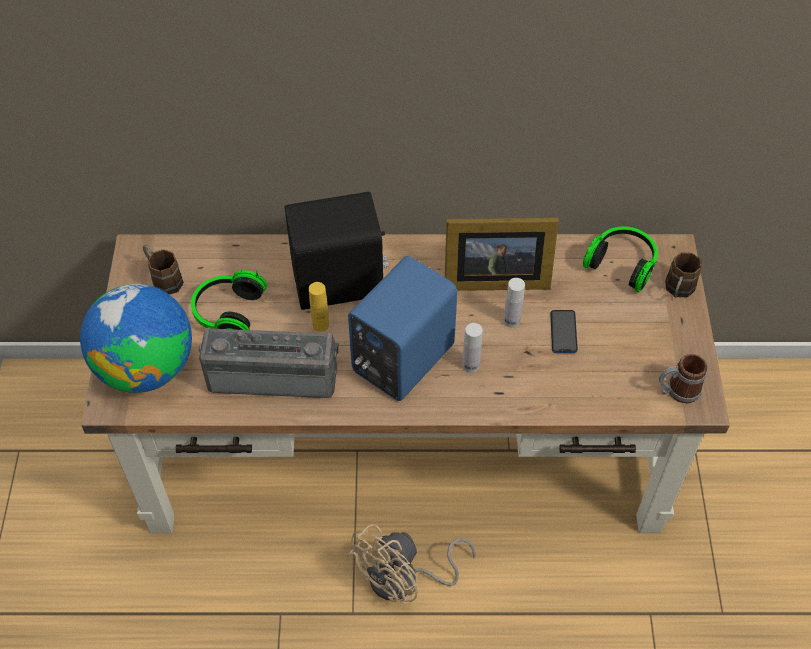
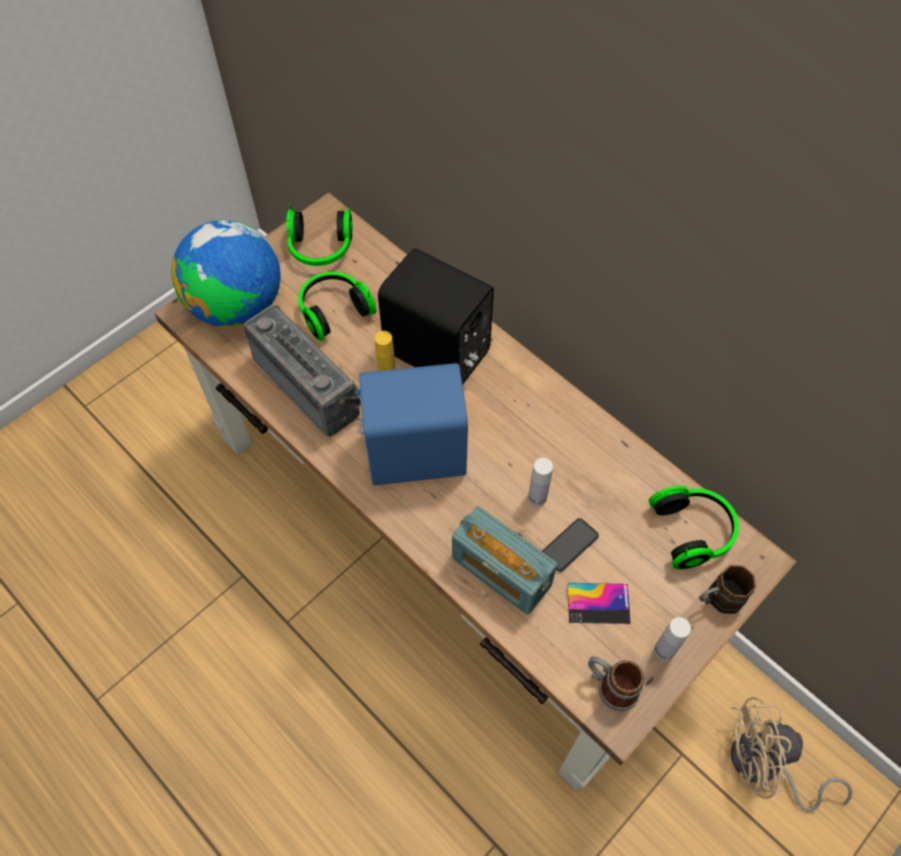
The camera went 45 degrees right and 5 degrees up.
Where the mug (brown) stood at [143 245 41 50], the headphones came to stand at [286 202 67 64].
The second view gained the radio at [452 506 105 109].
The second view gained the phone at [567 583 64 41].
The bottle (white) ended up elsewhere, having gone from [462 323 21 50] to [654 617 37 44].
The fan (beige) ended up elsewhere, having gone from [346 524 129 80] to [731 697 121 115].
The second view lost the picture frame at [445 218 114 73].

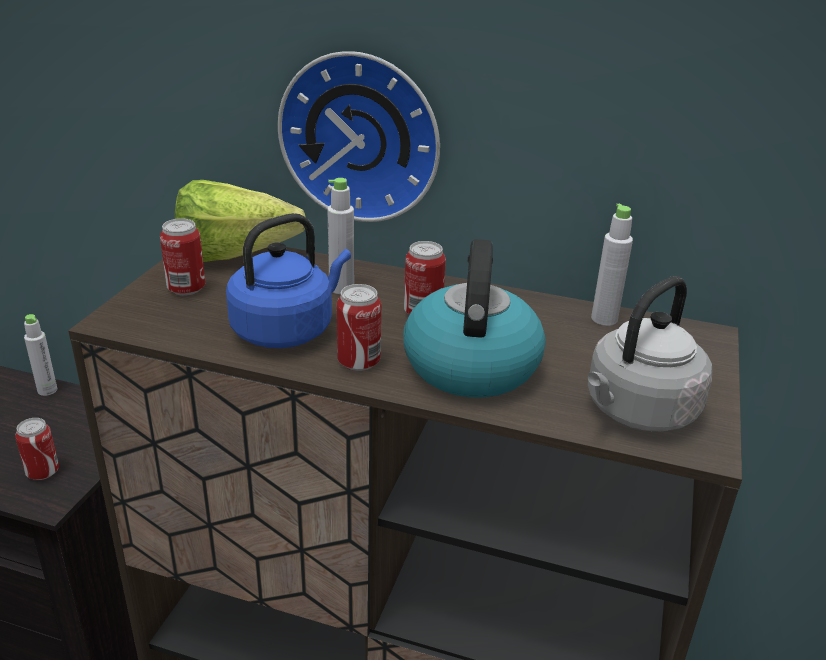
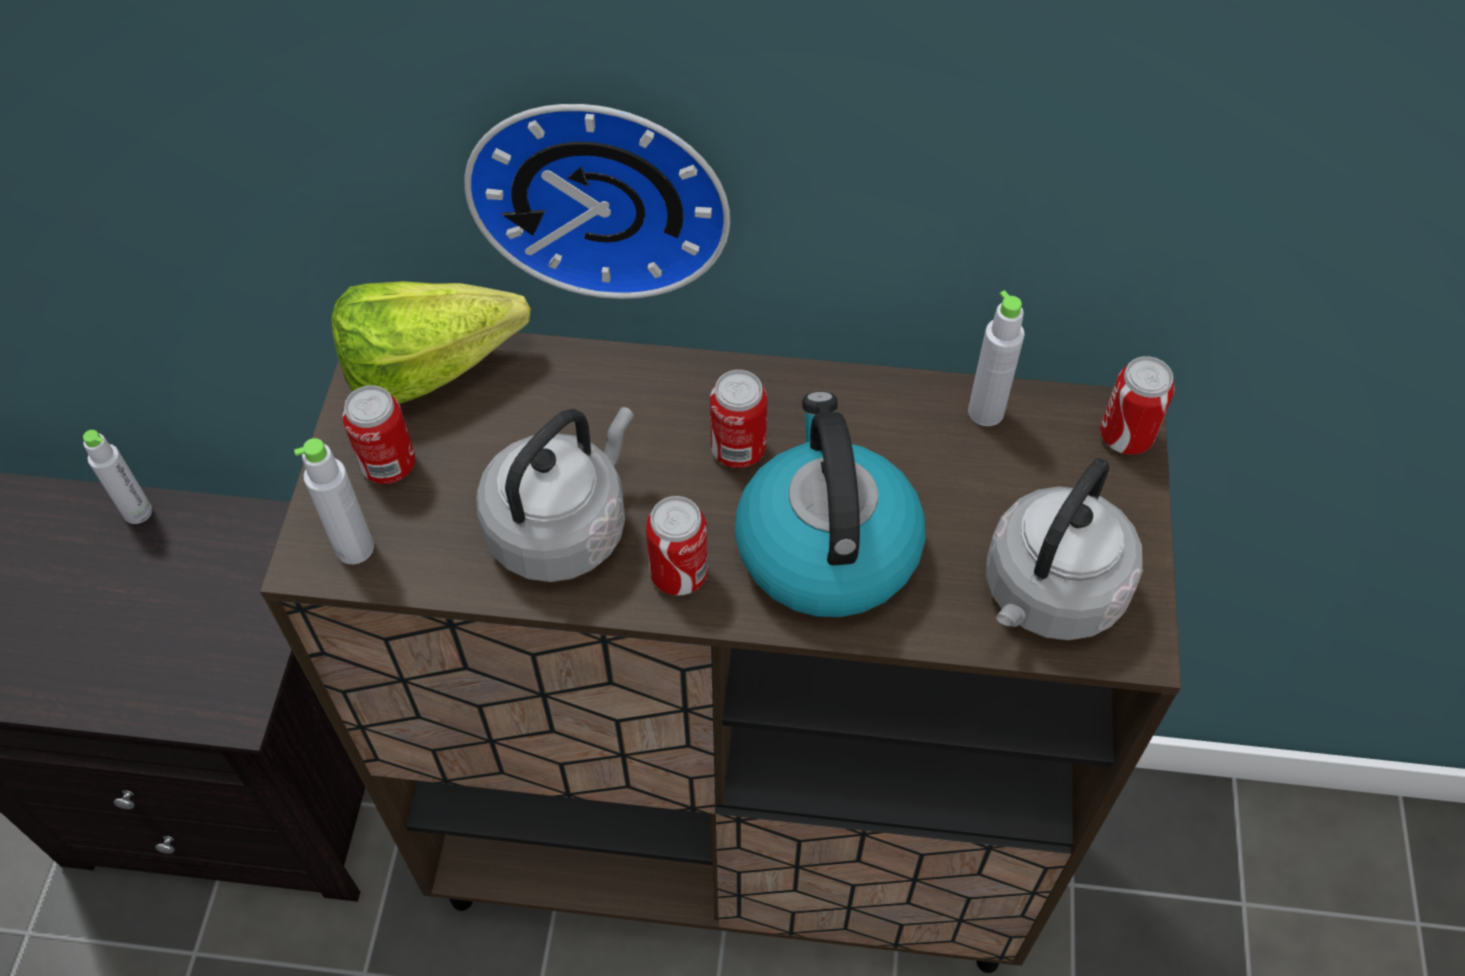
The camera went 10 degrees left and 25 degrees up.
The bottle (grey) ended up elsewhere, having gone from [327 178 27 116] to [294 438 80 127].
What was the kettle (blue) at [226 213 125 135] turned into the kettle (grey) at [476 407 158 175].
The can ended up elsewhere, having gone from [15 418 44 62] to [1100 356 75 99].

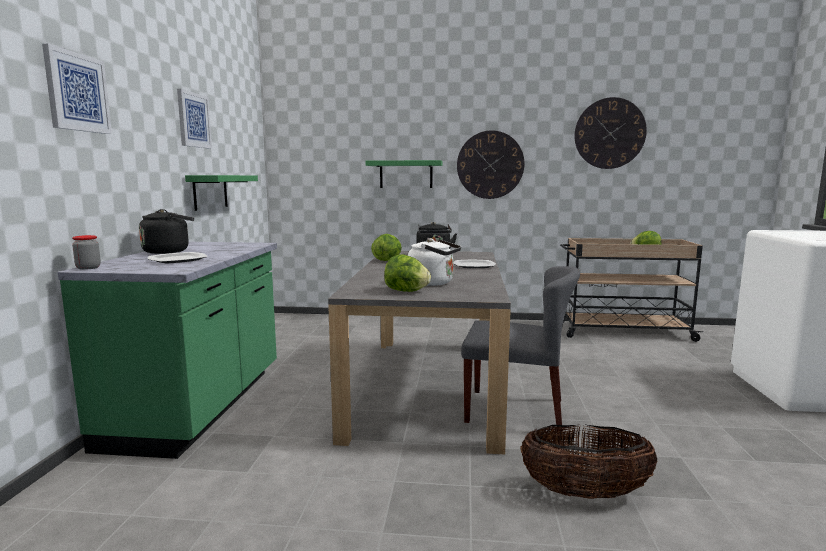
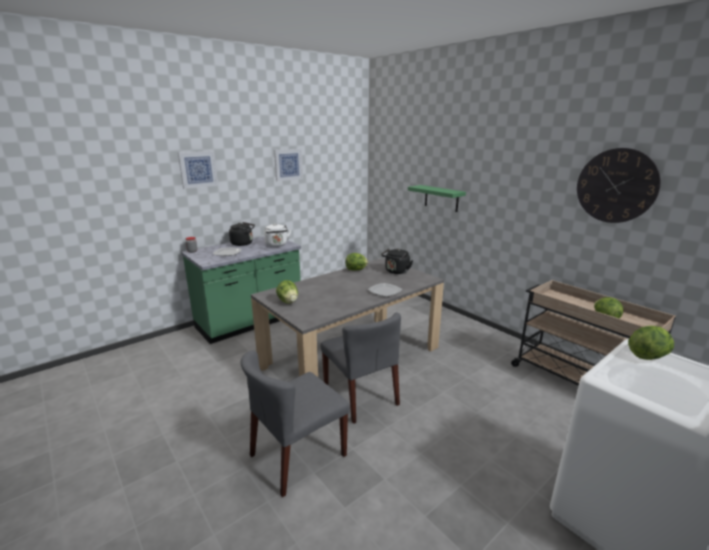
The camera went 45 degrees right and 10 degrees up.
Where the basket stood at [521 425 137 74], the chair (grey) came to stand at [241 351 109 147].
The kettle (white) ended up elsewhere, having gone from [408 239 53 47] to [264 224 27 23].
The second view gained the lettuce at [628 326 46 34].
The second view lost the shelf (green) at [185 175 73 36].
The second view lost the wall clock at [457 130 67 69].

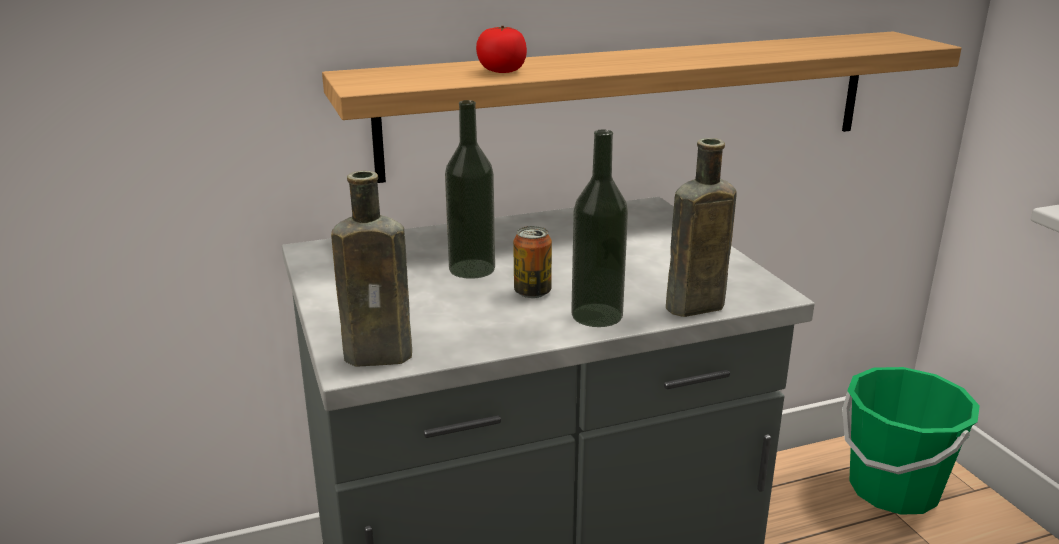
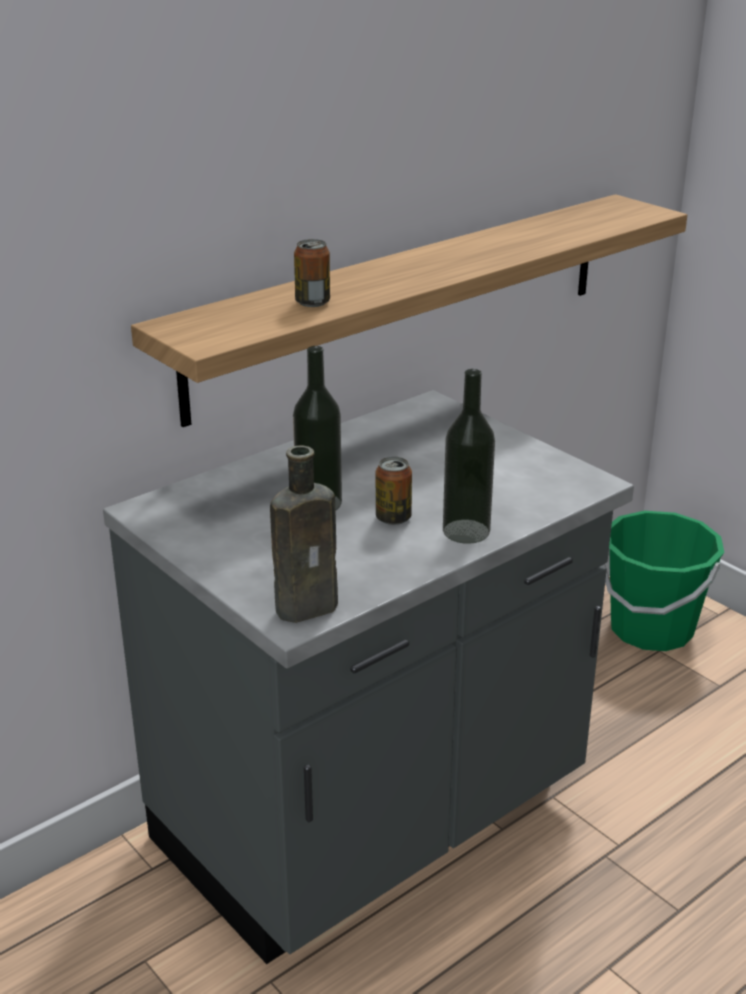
The camera went 20 degrees left and 5 degrees up.
Where the tomato stood at [476 26 51 47], the can came to stand at [294 239 36 68].
The second view lost the bottle (brown) at [666 138 71 179].

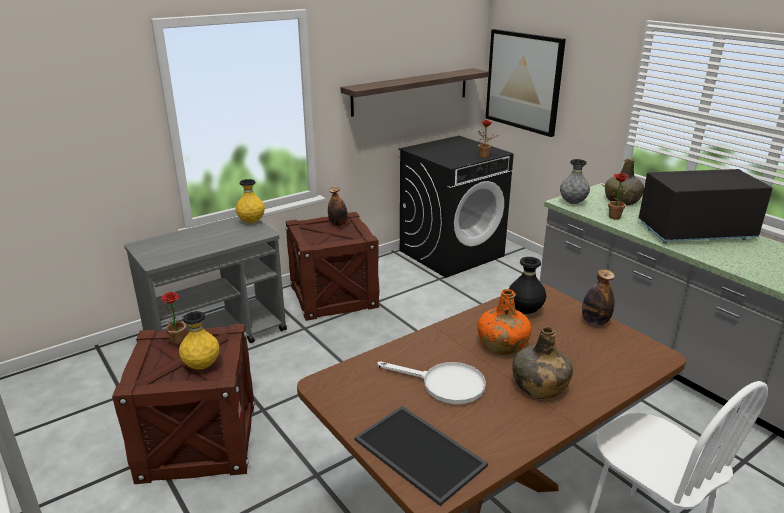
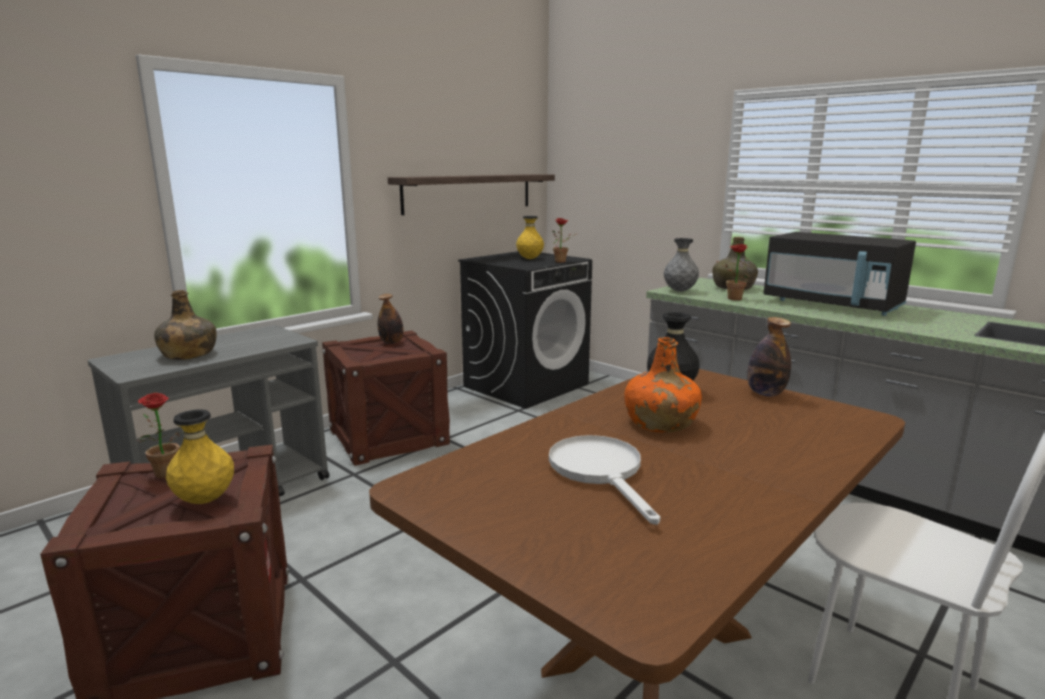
The camera went 10 degrees left and 10 degrees down.
The bottle (green) ended up elsewhere, having gone from [513 326 60 73] to [154 290 63 70].
The vase (yellow) ended up elsewhere, having gone from [236 179 29 44] to [516 216 28 43].
The frying pan (white) at [377 362 109 42] ended up facing another way, 120 degrees counterclockwise from before.
The microwave (black) at [639 169 134 75] ended up facing another way, 120 degrees counterclockwise from before.
The second view lost the tray at [354 406 134 100].
The second view lost the picture at [486 29 80 108].

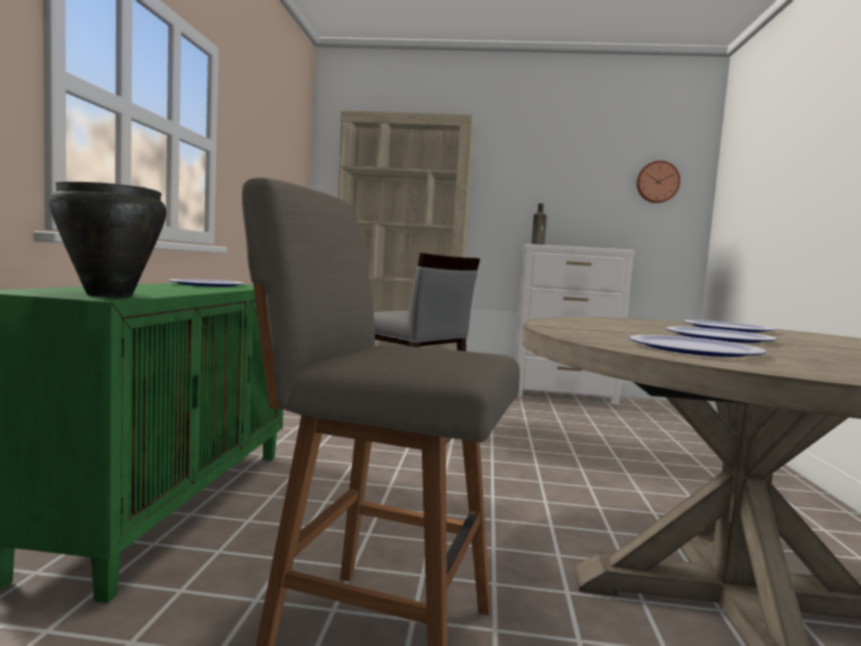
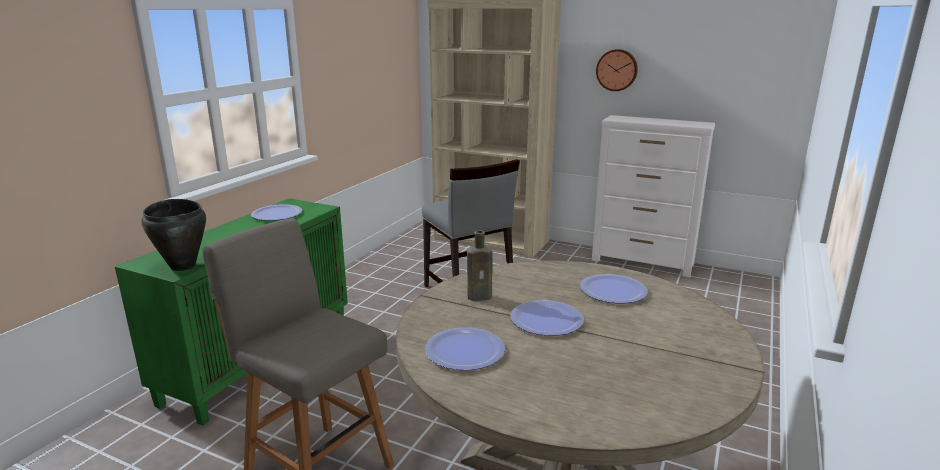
The camera went 20 degrees right and 15 degrees up.
The bottle (brown) ended up elsewhere, having gone from [532 203 15 42] to [467 230 26 71].
The wall clock ended up elsewhere, having gone from [636 161 44 42] to [596 49 42 42].

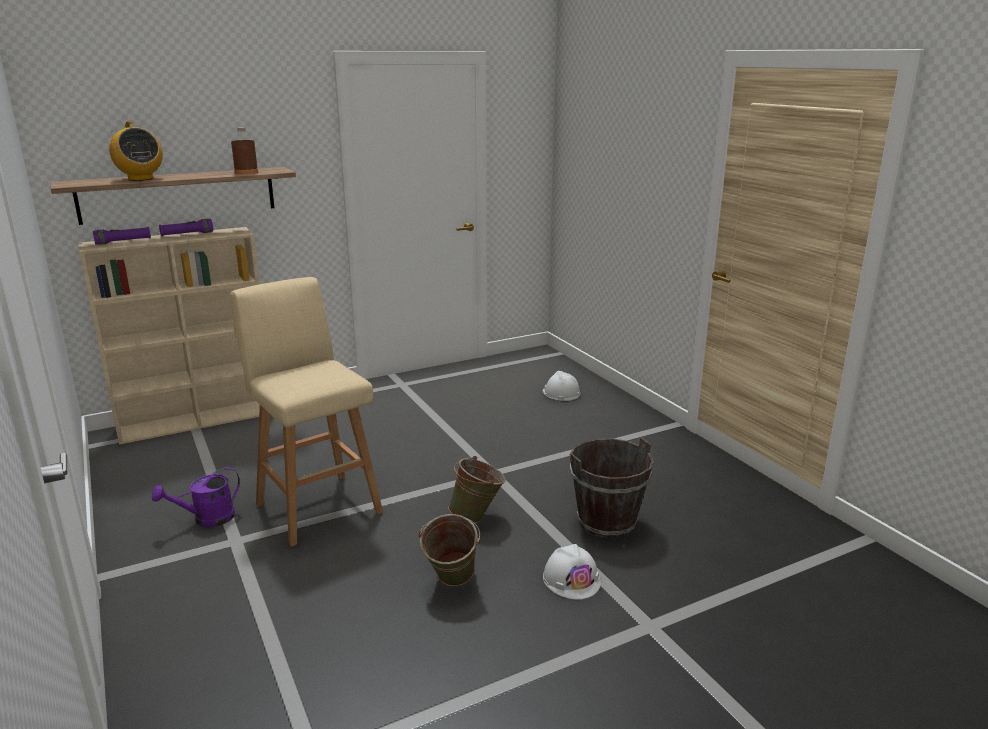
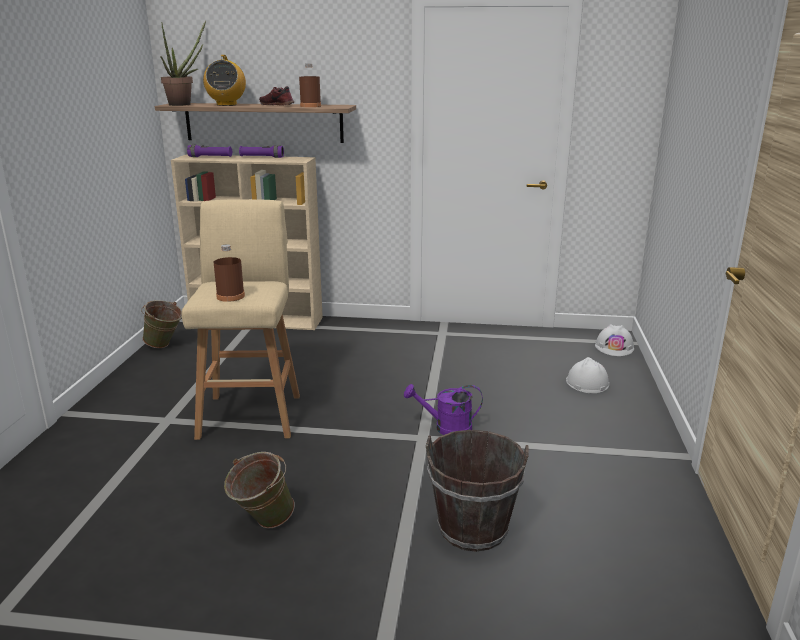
The camera went 35 degrees right and 0 degrees up.
The bucket (green) ended up elsewhere, having gone from [448 456 58 67] to [141 300 41 48].
The second view gained the potted plant at [160 21 46 85].
The second view gained the bottle (brown) at [213 244 32 58].
The second view gained the shoe at [259 86 35 20].
The watering can (purple) ended up elsewhere, having gone from [152 467 88 60] to [404 384 79 51].
The hard hat (white) ended up elsewhere, having gone from [543 544 58 56] to [595 324 39 32].

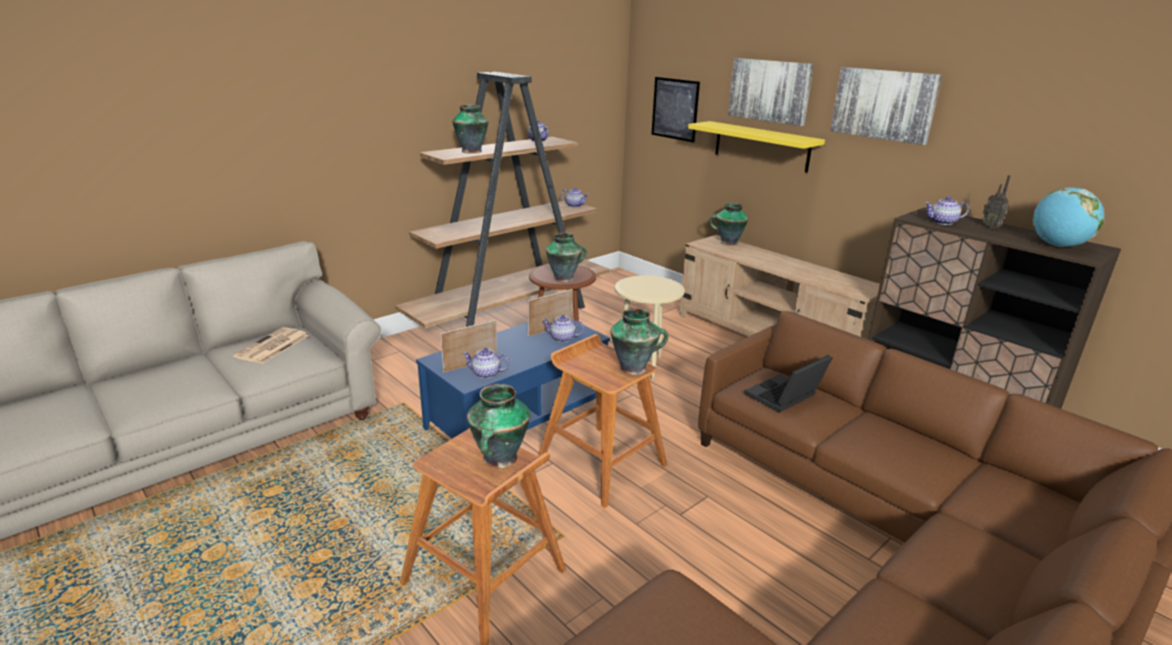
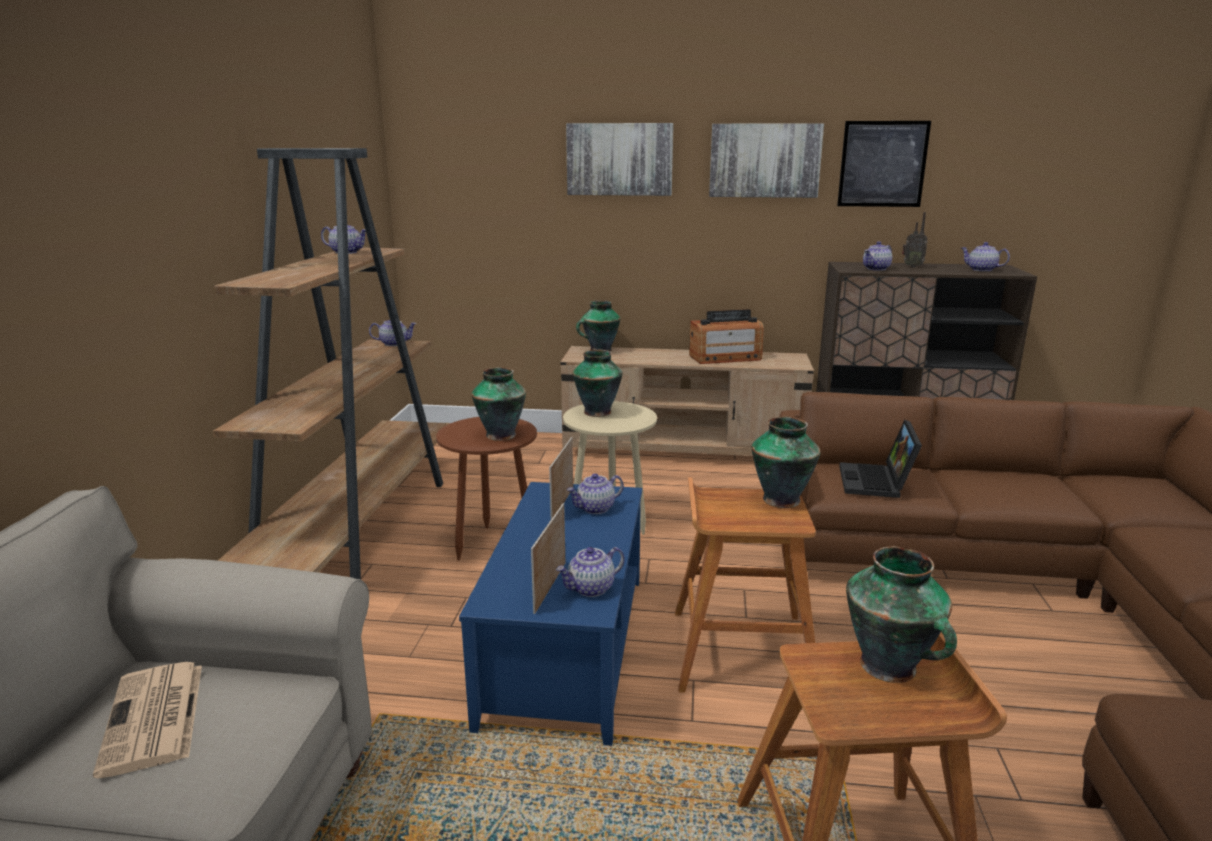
The camera went 40 degrees left and 5 degrees down.
The vase ended up elsewhere, having gone from [452 105 37 49] to [573 350 50 67].
The second view gained the radio at [689 309 75 55].
The picture ended up elsewhere, having gone from [651 77 49 66] to [837 121 94 86].
Where the globe stood at [1032 187 72 60], the teapot came to stand at [961 242 49 29].
The second view lost the shelf (yellow) at [688 121 137 52].

